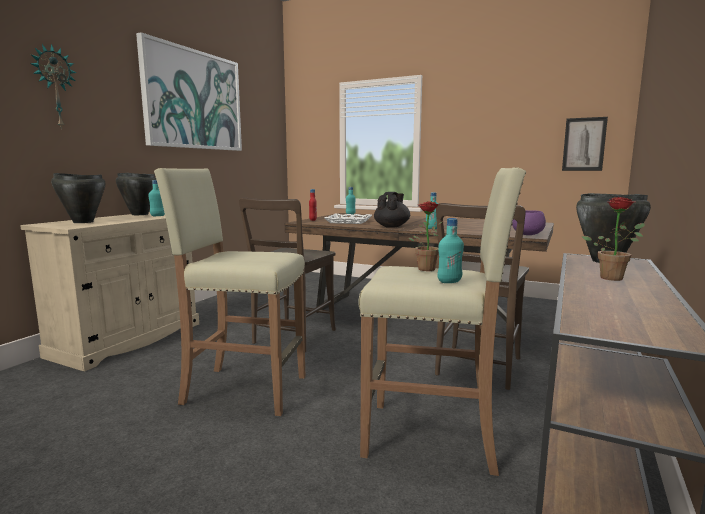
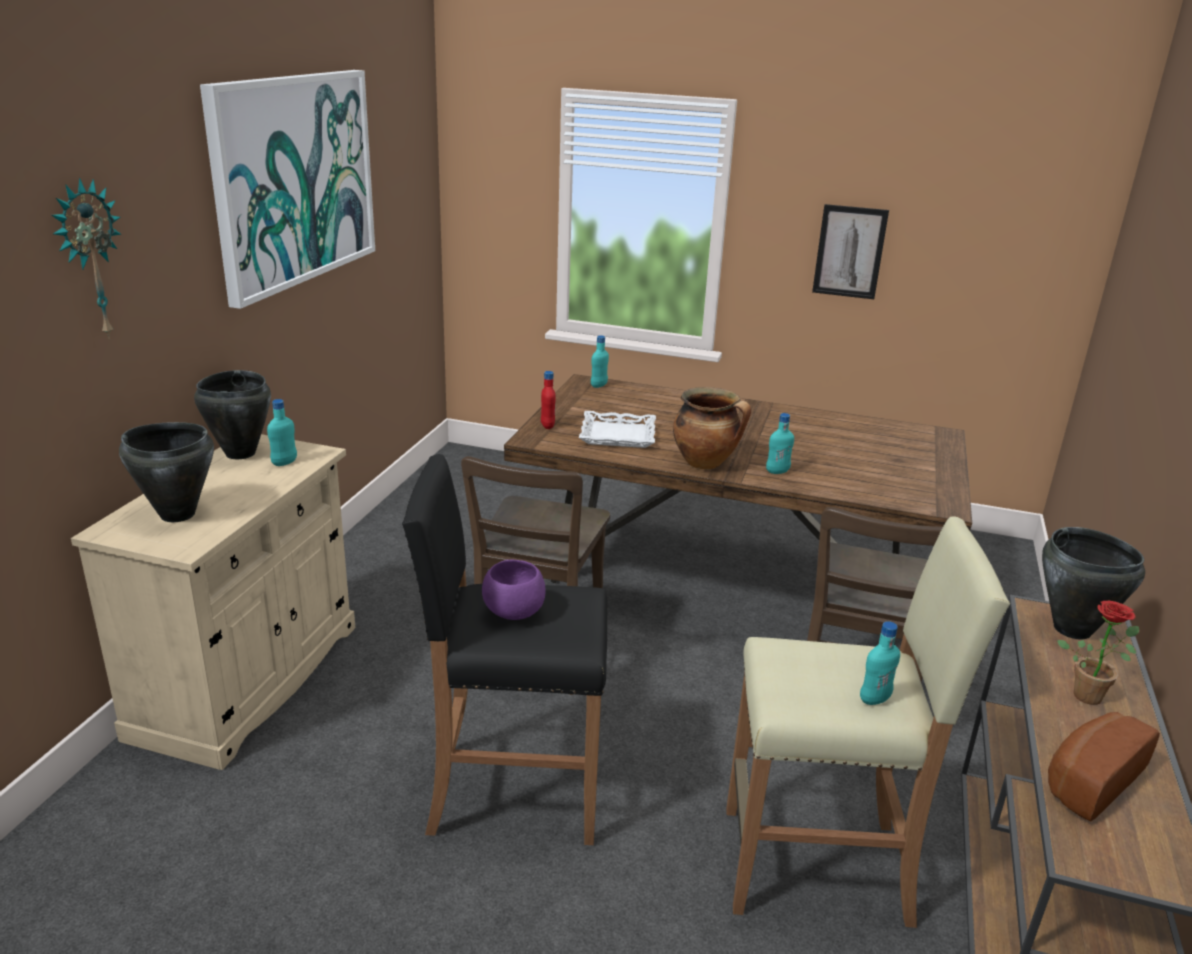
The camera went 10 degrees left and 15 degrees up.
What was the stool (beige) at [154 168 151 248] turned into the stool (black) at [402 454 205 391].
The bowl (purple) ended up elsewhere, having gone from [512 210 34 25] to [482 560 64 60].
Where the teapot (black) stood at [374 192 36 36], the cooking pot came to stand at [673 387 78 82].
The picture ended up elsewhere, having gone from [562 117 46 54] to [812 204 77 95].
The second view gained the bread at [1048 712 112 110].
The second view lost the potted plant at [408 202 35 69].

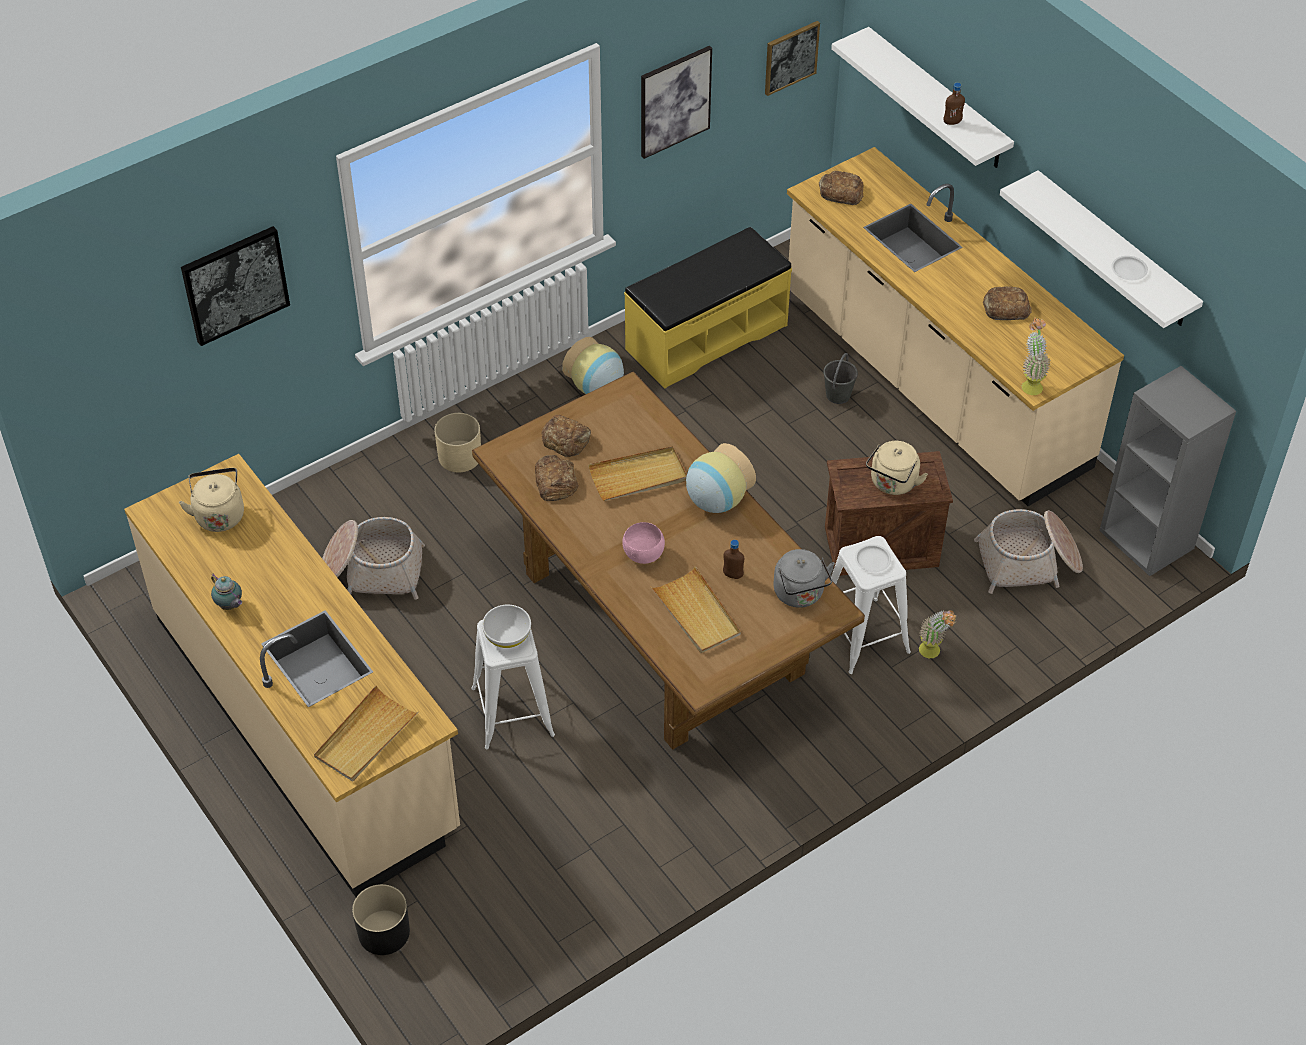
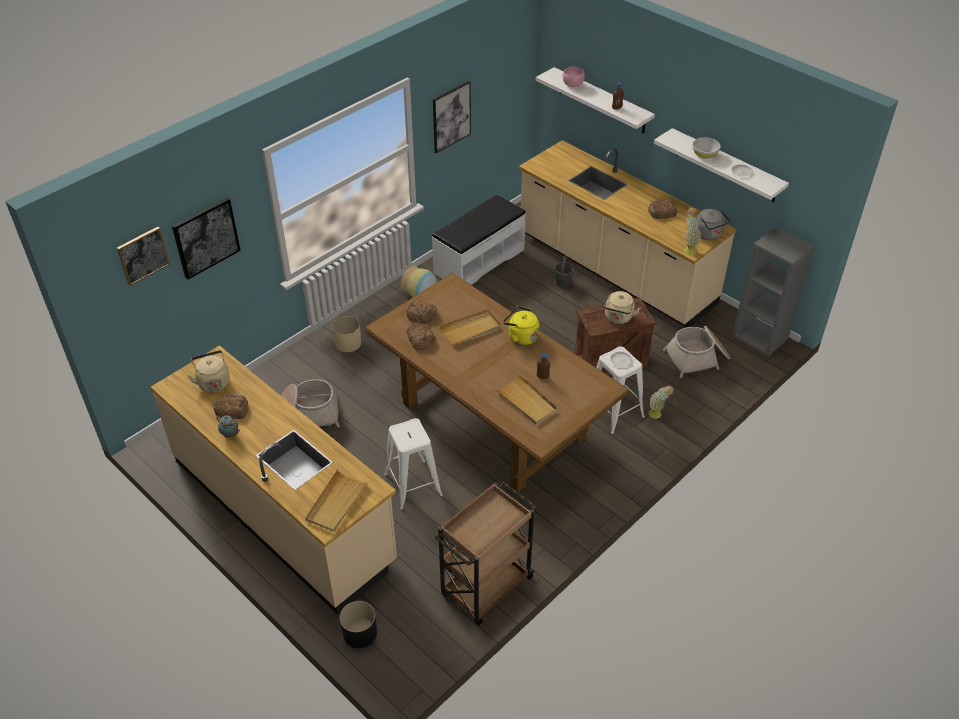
The camera went 10 degrees left and 5 degrees down.
The picture ended up elsewhere, having gone from [765 21 55 75] to [117 227 53 59].
The bread ended up elsewhere, having gone from [819 171 45 34] to [213 394 35 25].
What was the bench (yellow) at [624 227 168 162] turned into the bench (white) at [432 194 94 91].
The second view gained the cart (brown) at [435 482 101 143].
Where the vase stood at [686 443 70 70], the kettle (yellow) came to stand at [503 306 36 39].
The bowl (pink) ended up elsewhere, having gone from [622 522 43 42] to [563 67 22 20].
The bowl (white) ended up elsewhere, having gone from [482 605 49 43] to [693 137 28 22].
The kettle (grey) ended up elsewhere, having gone from [773 549 62 59] to [696 209 34 31].

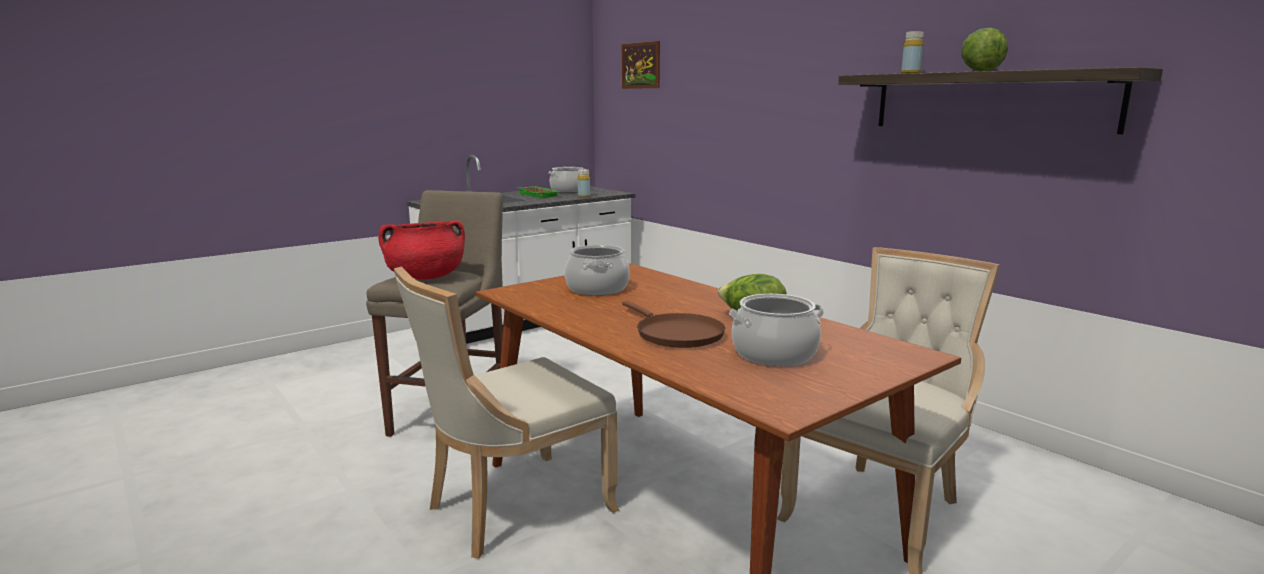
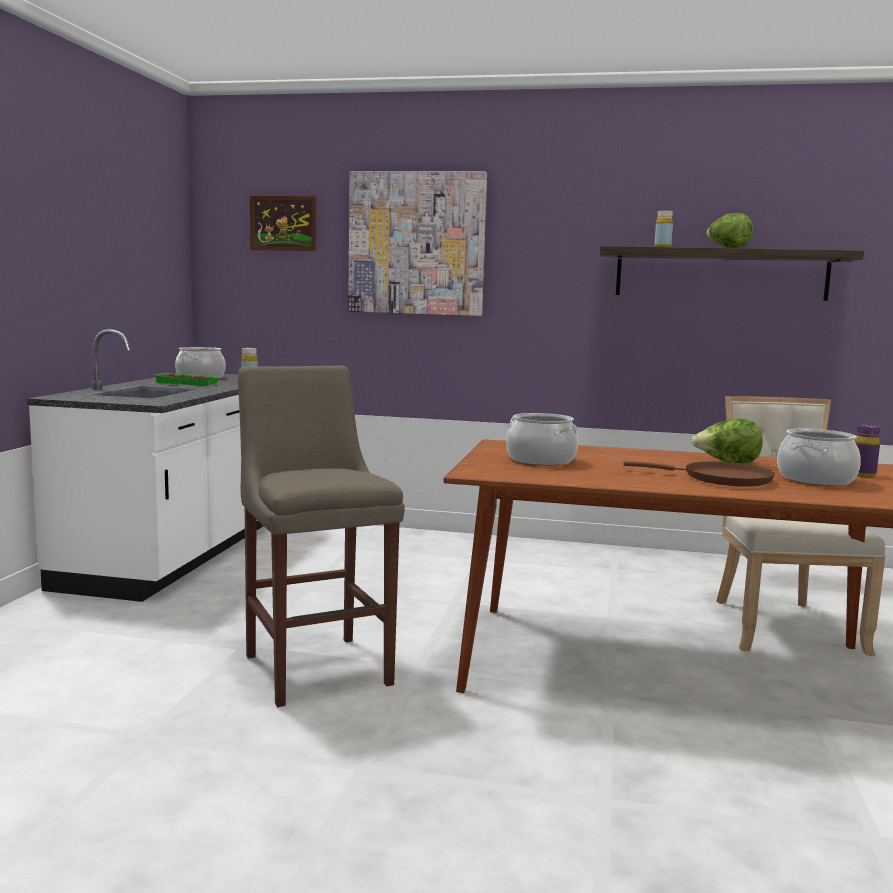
The camera went 40 degrees left and 5 degrees down.
The second view gained the picture at [348 171 139 145].
The second view gained the bottle (purple) at [854 424 26 53].
The second view lost the cooking pot (red) at [378 220 87 60].
The second view lost the chair (beige) at [394 266 225 293].

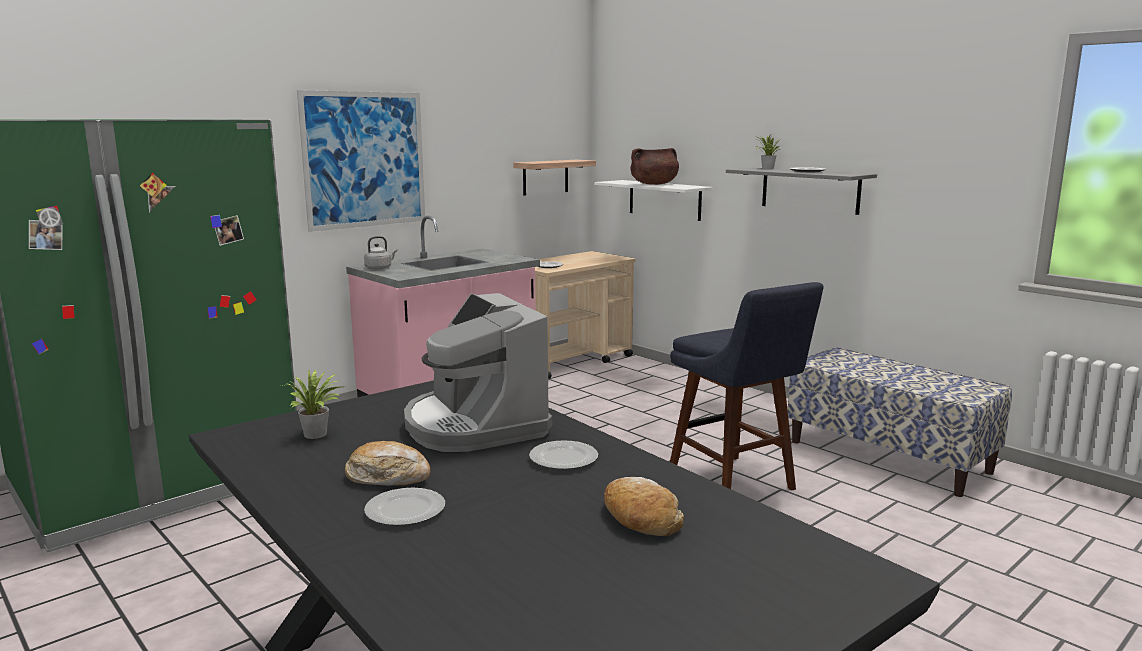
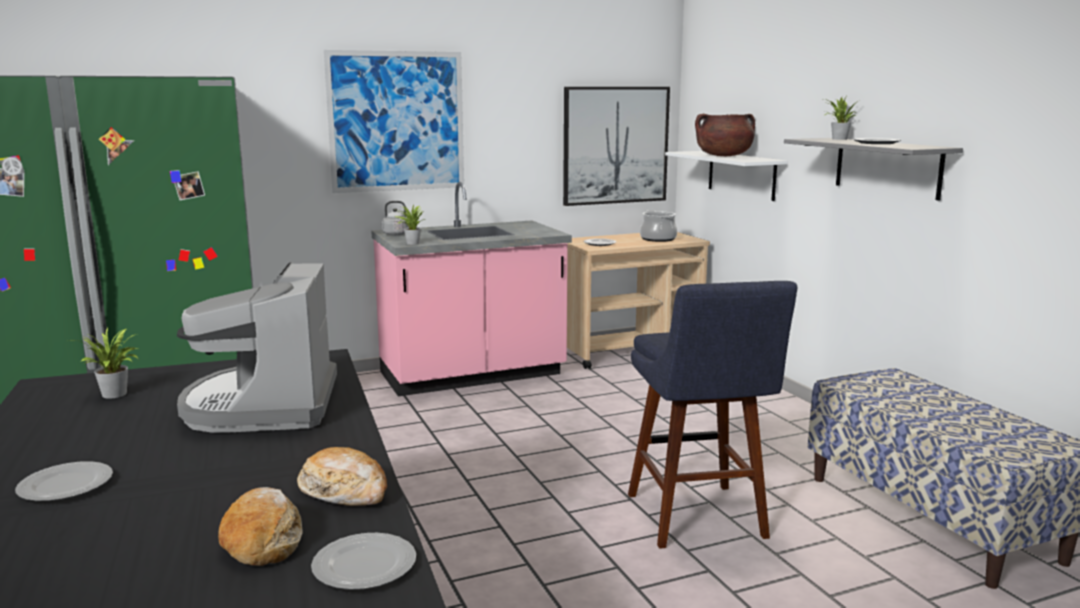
The camera went 20 degrees right and 0 degrees up.
The bread ended up elsewhere, having gone from [345 441 85 45] to [297 447 90 59].
The plate ended up elsewhere, having gone from [529 440 69 30] to [311 533 105 57].
The second view gained the potted plant at [393 205 34 40].
Where the shelf hung at [513 160 83 36], the picture came to hang at [563 87 107 119].
The second view gained the cooking pot at [640 210 37 32].

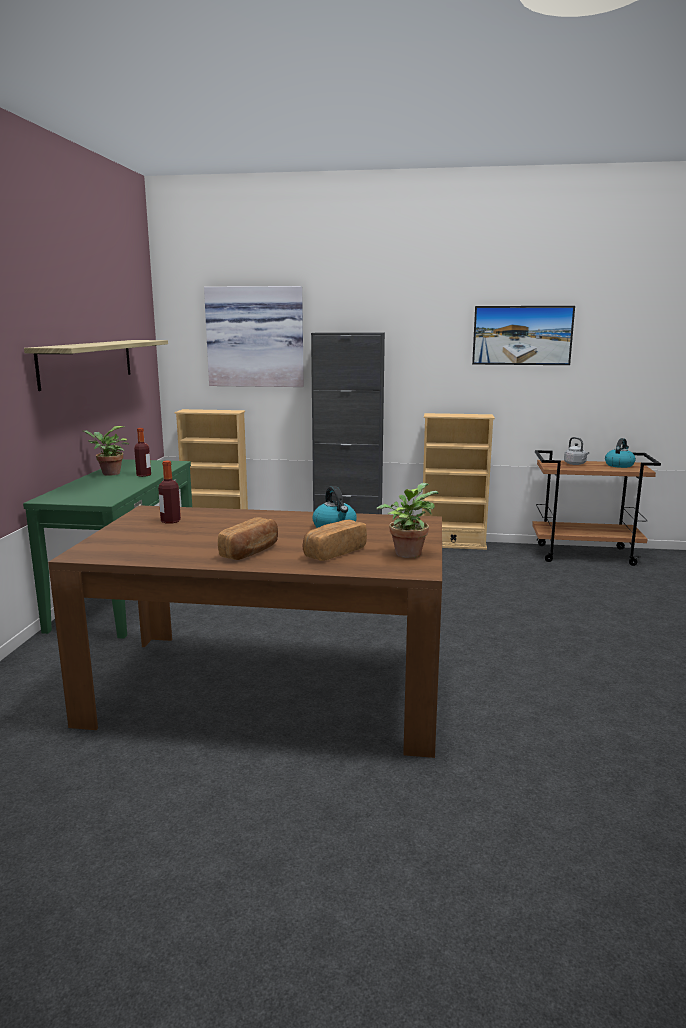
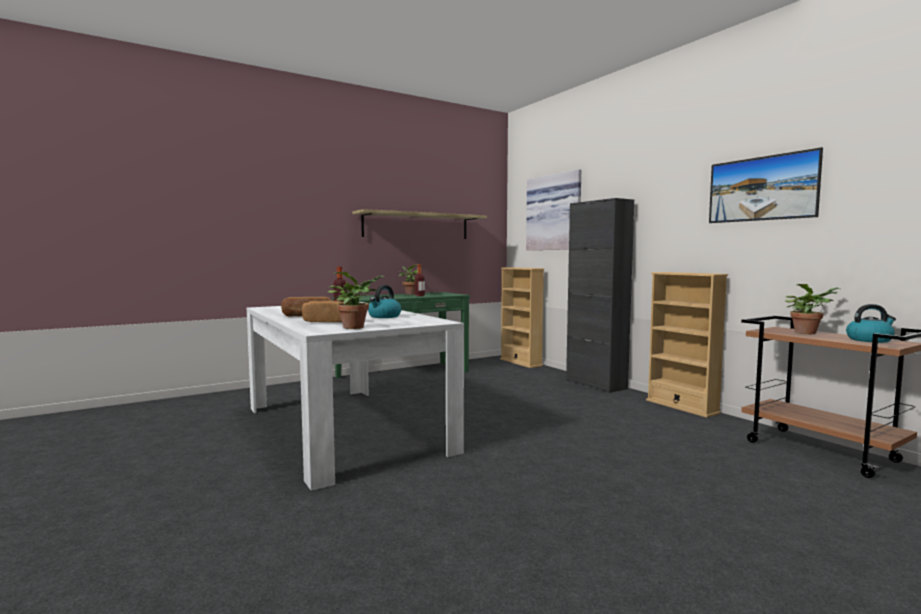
The camera went 50 degrees right and 10 degrees down.
What was the dining table (brown) at [48 505 394 253] turned into the dining table (white) at [247 302 217 189].
Where the kettle (grey) stood at [564 437 25 28], the potted plant came to stand at [785 284 55 50].

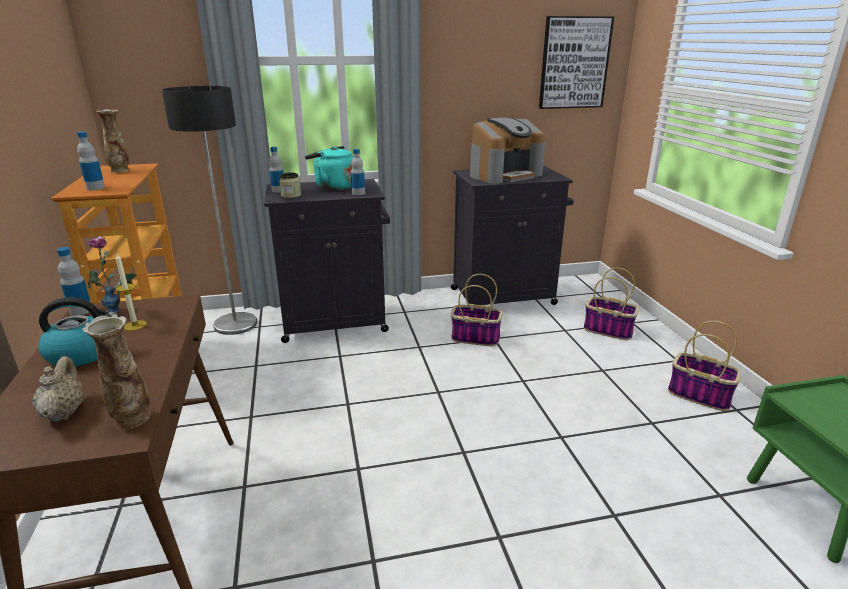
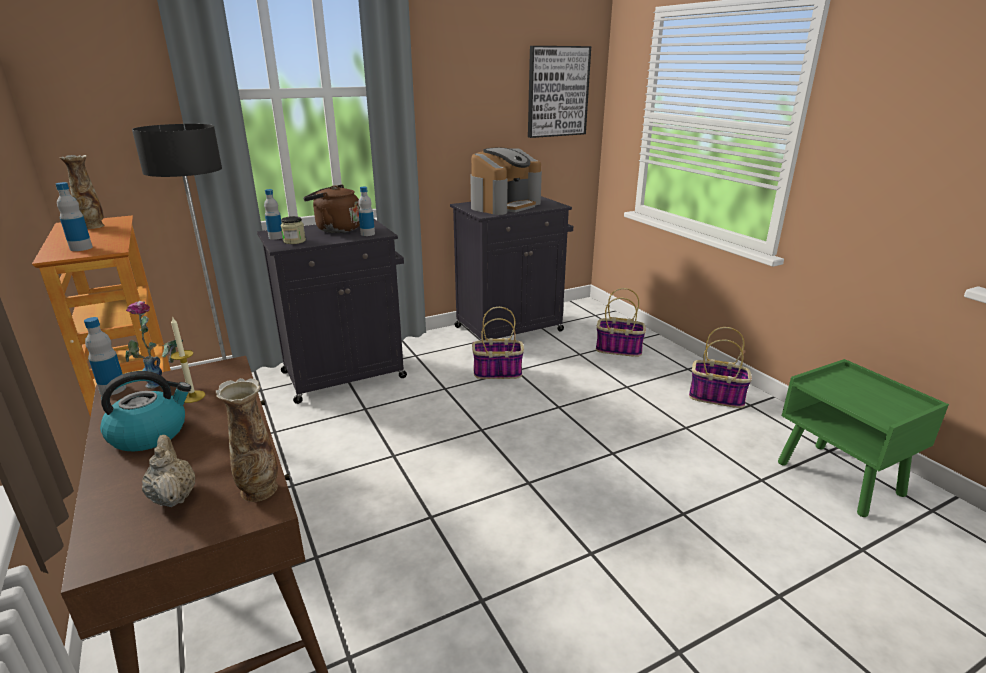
The camera went 15 degrees left and 0 degrees up.
What was the kettle (turquoise) at [305 146 49 45] turned into the kettle (brown) at [303 185 57 48].

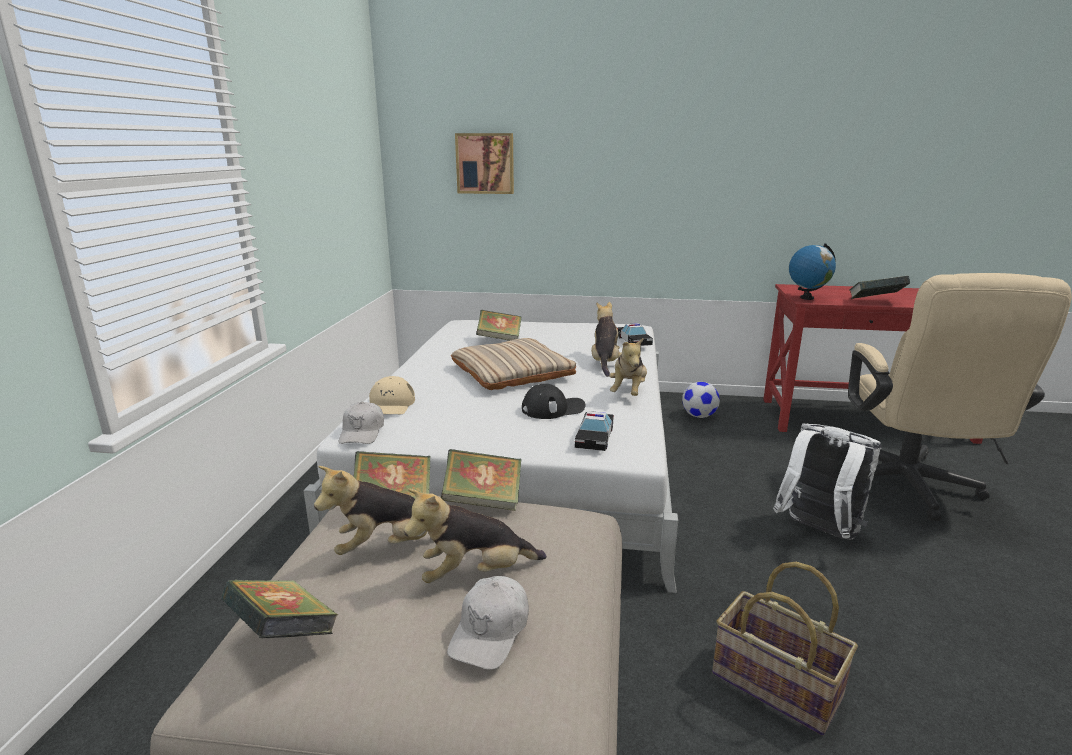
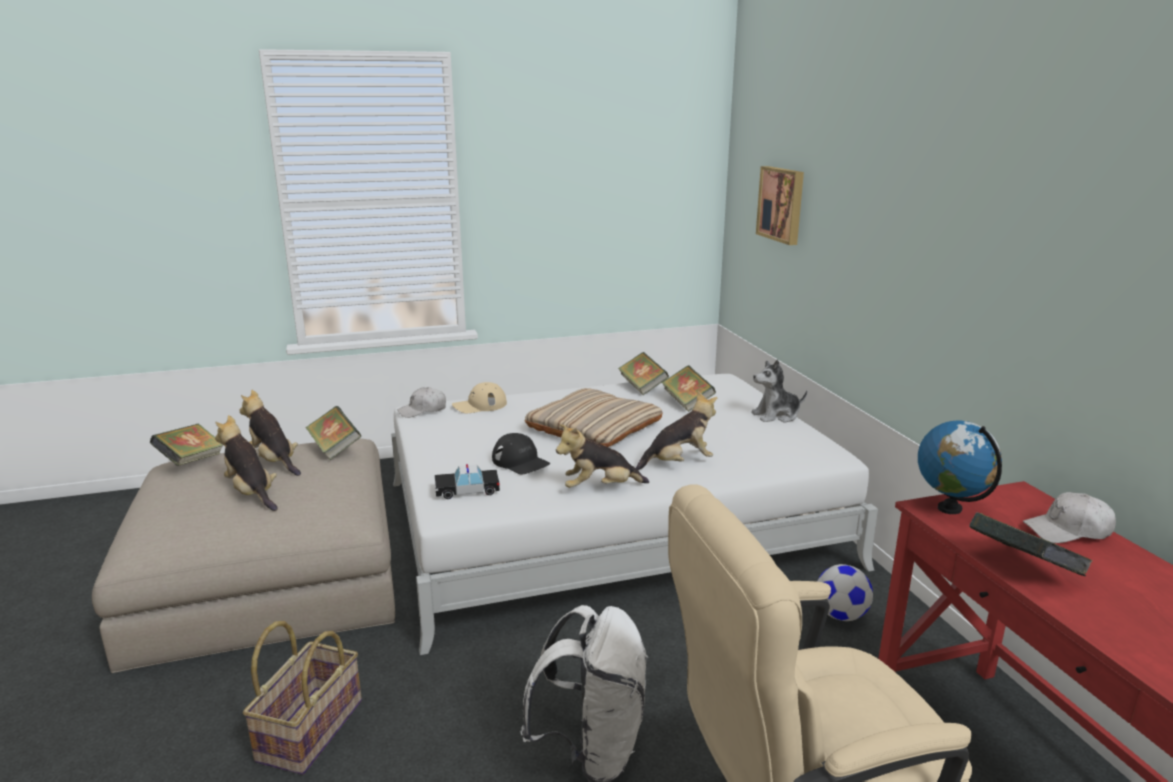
The camera went 65 degrees right and 0 degrees up.
The book ended up elsewhere, having gone from [441 449 81 62] to [618 352 51 43].
The second view gained the plush toy at [751 360 56 63].
The cap (white) ended up elsewhere, having gone from [447 576 82 94] to [1023 492 93 51].
The second view lost the toy car at [617 323 36 23].

